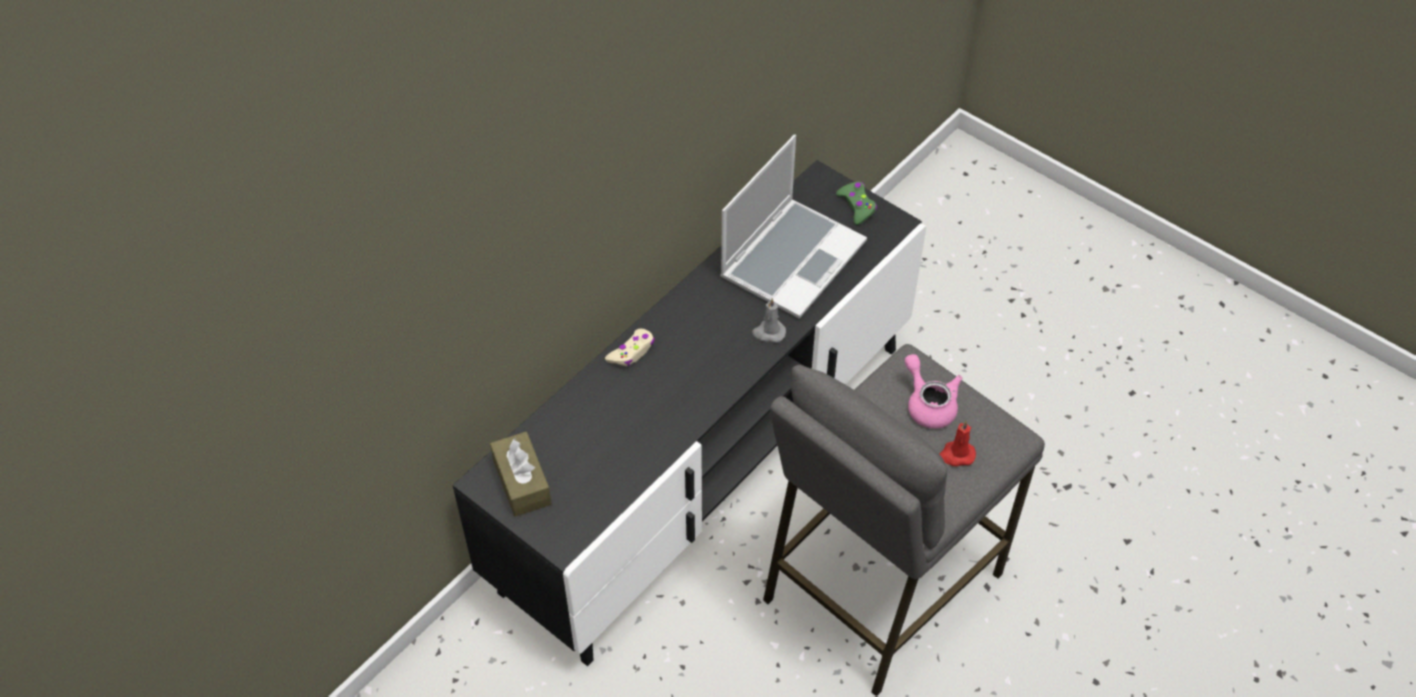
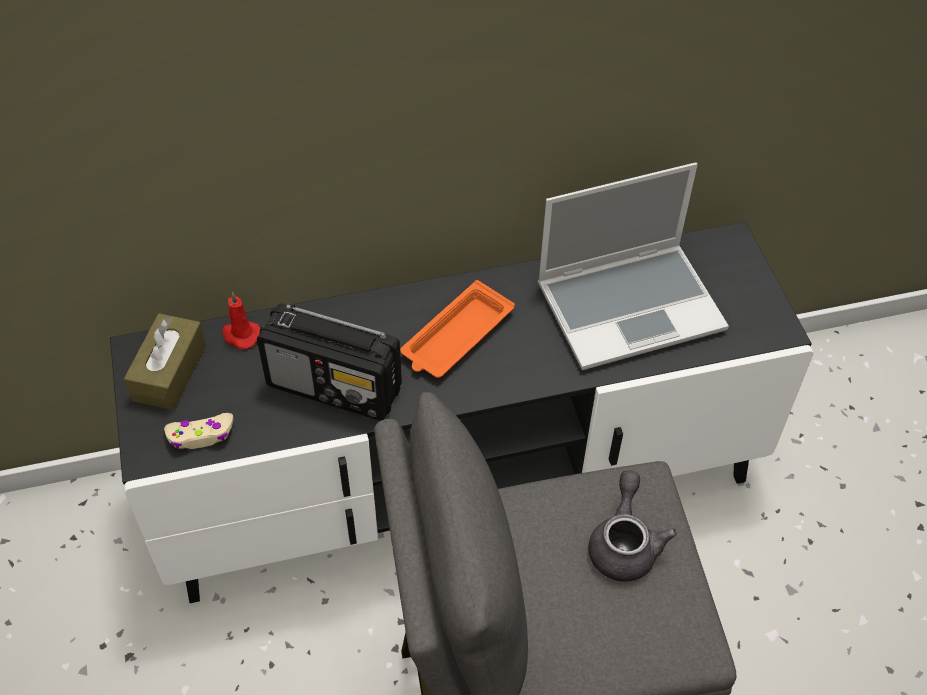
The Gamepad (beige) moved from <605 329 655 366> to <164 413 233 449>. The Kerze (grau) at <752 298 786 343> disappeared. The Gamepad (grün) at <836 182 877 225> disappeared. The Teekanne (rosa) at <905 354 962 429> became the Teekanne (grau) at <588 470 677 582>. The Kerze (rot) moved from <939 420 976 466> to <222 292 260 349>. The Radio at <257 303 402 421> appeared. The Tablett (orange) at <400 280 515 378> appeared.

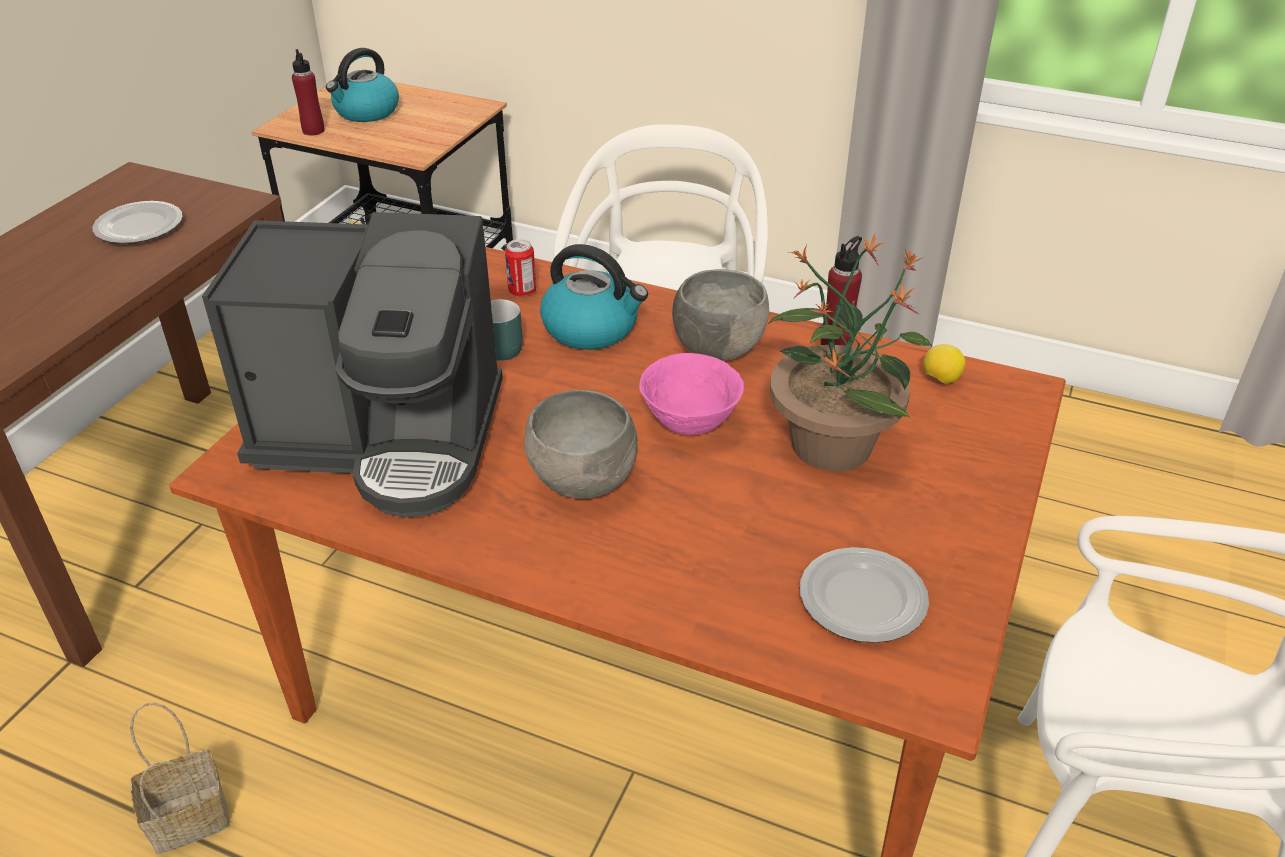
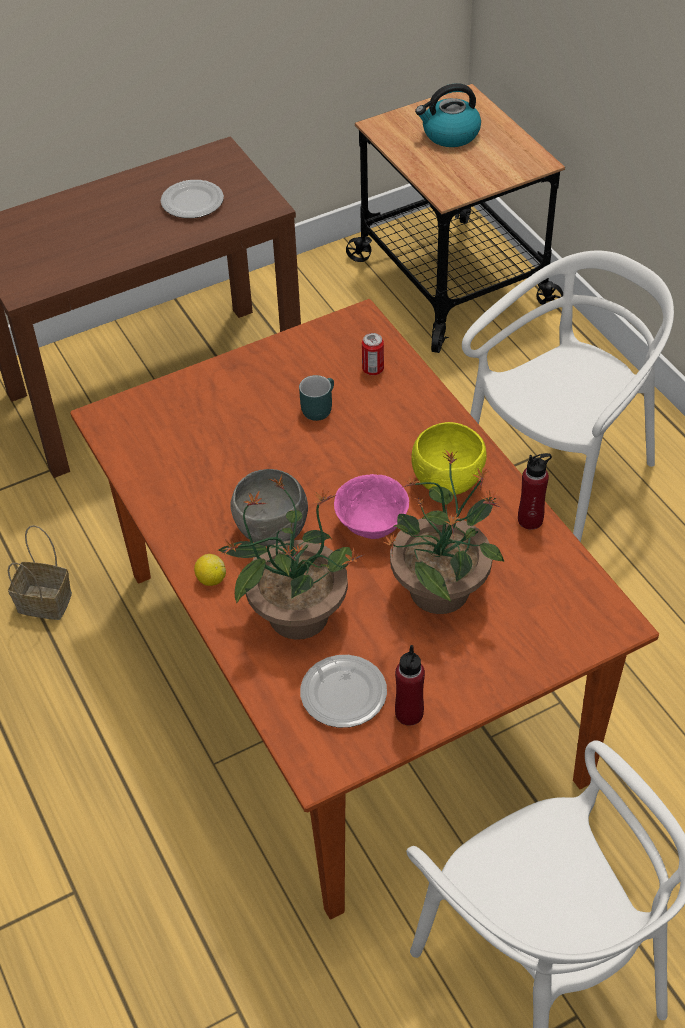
The Kaffeemaschine at <202 212 503 518> disappeared. The Flasche (rot) moved from <292 49 325 136> to <395 645 425 726>. The Wasserkessel at <540 244 648 350> disappeared. The Schüssel (grau) at <672 269 769 361> became the Schüssel (gelb) at <411 422 487 495>. The Zitrone moved from <924 344 965 384> to <194 554 226 586>. The Topfpflanze at <218 475 365 640> appeared.

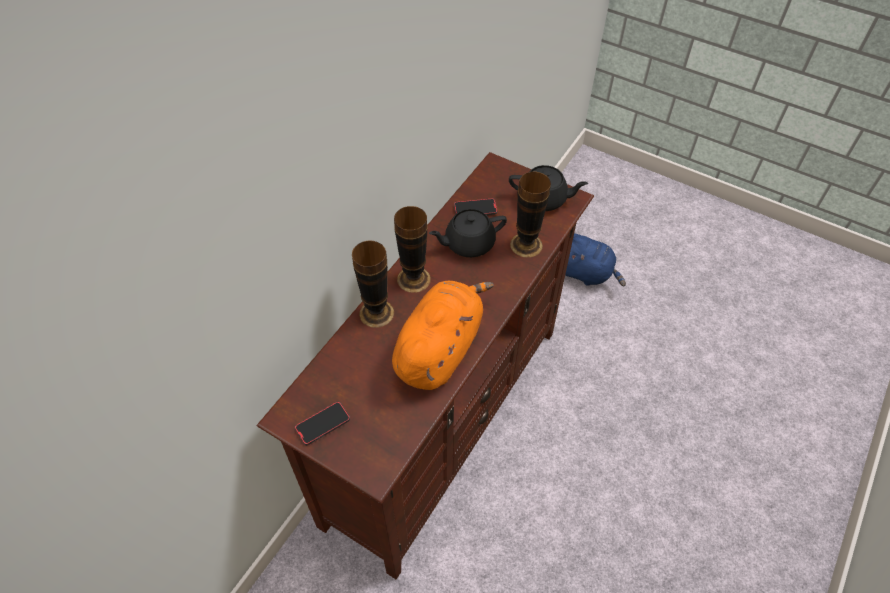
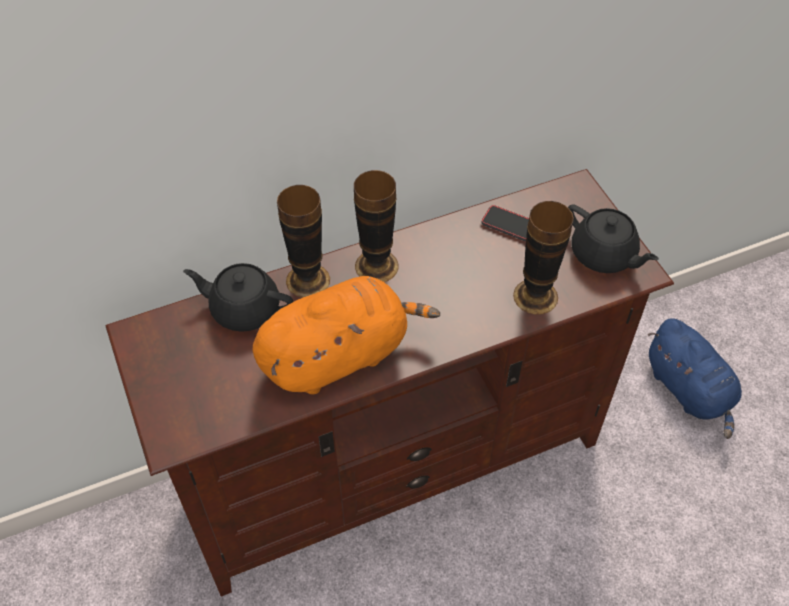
The Handy at <295 402 350 445> disappeared. The Teekanne (schwarz) moved from <429 209 507 257> to <183 263 293 332>.

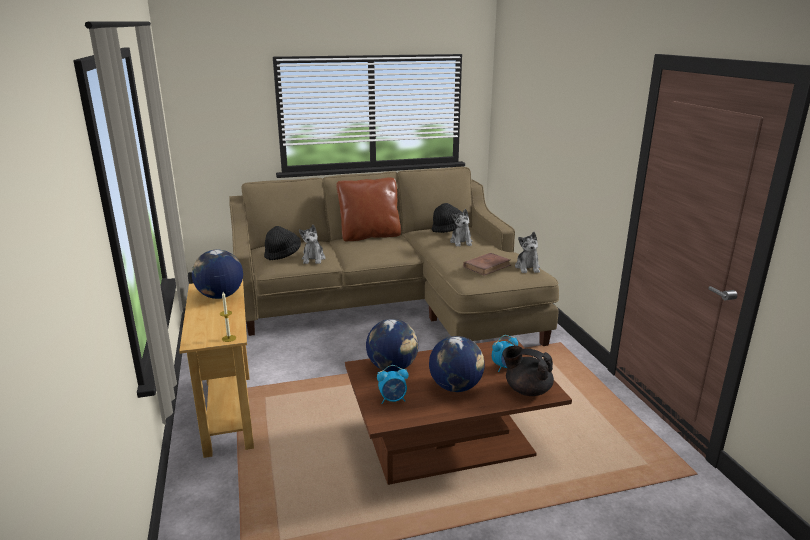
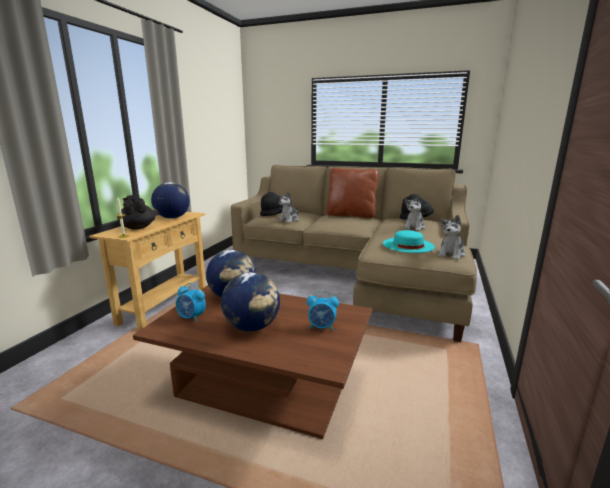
The Buch (braun) at <463 253 511 276> was replaced by the Hut (türkis) at <383 230 435 253>. The Teekanne (schwarz) moved from <502 346 554 396> to <118 195 155 230>.

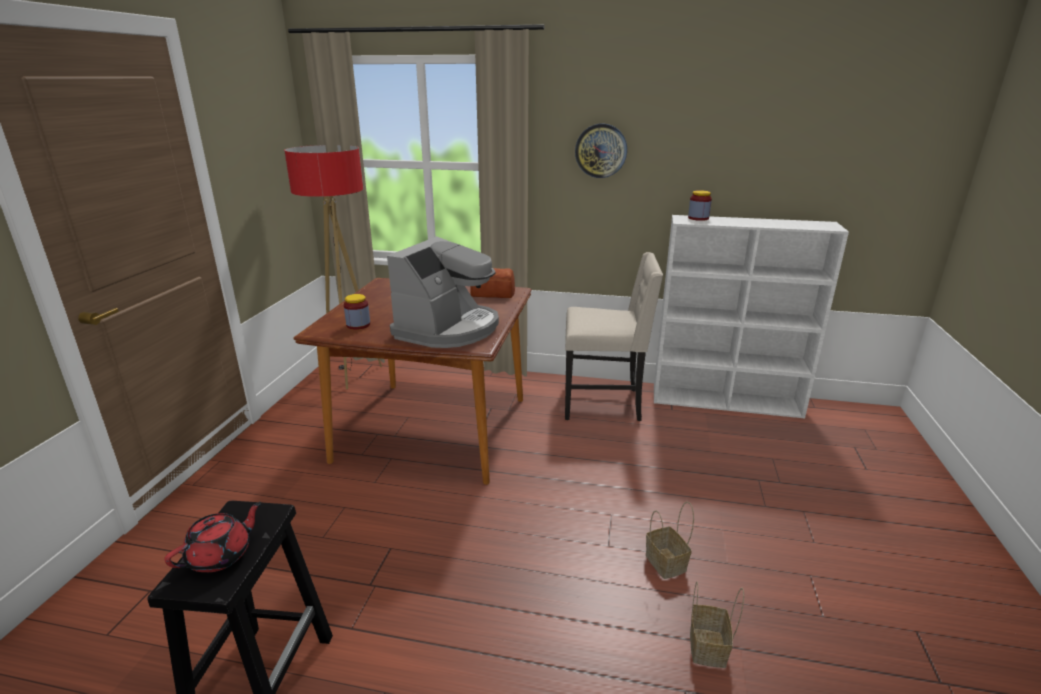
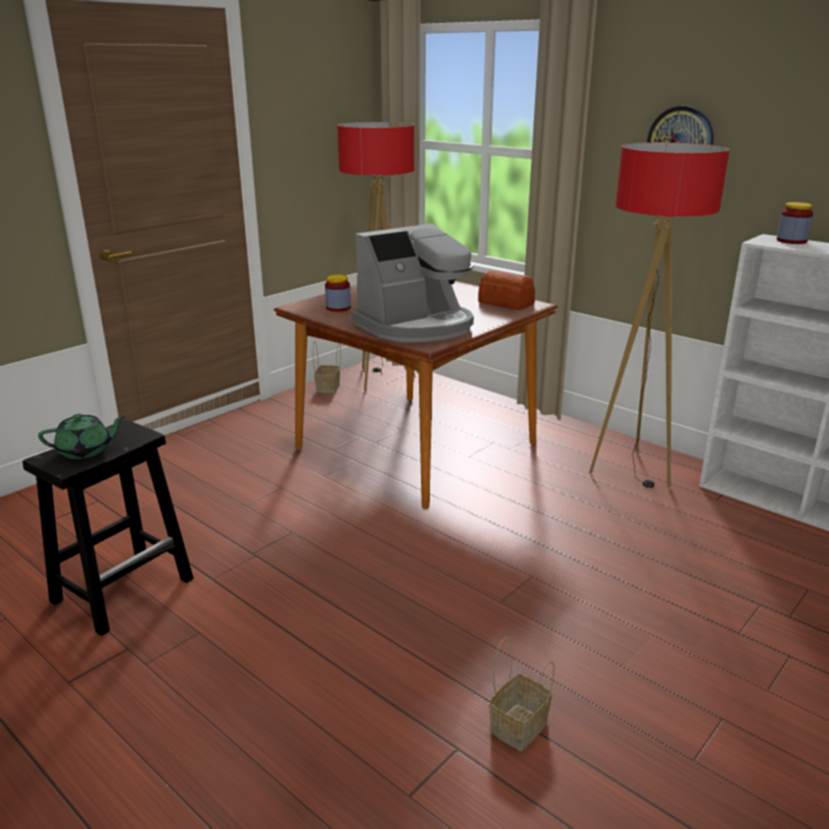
The Teekanne (rot) at <164 502 262 572> became the Teekanne (grün) at <38 414 126 459>. The Stuhl (beige) at <565 252 663 421> was replaced by the Stehlampe at <589 142 730 487>. The Korb moved from <646 501 694 579> to <313 341 341 393>.

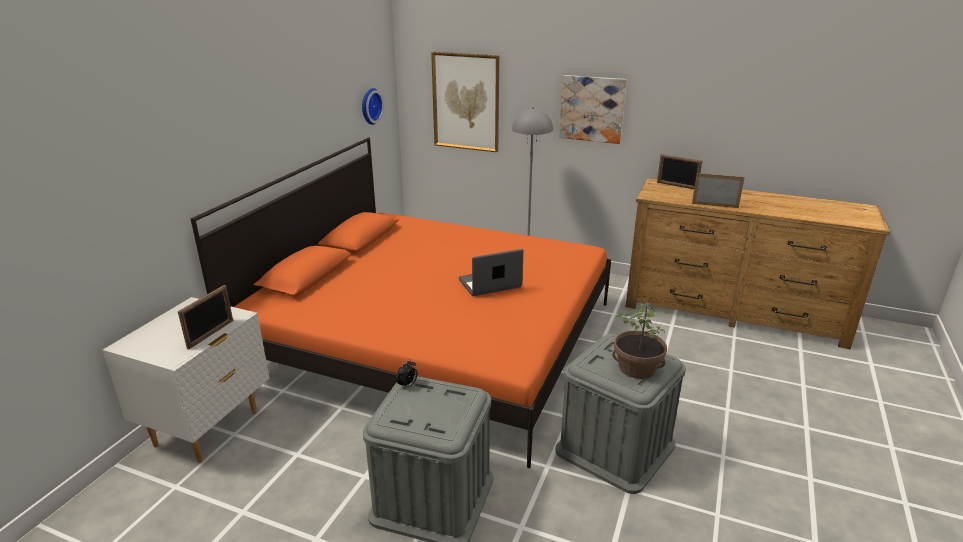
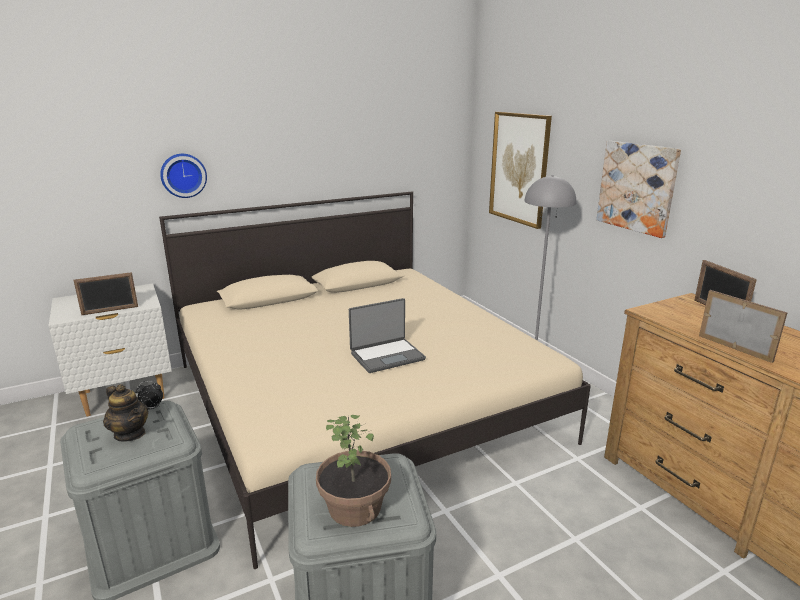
The Bett (orange) at <190 137 611 468> became the Bett (beige) at <159 191 591 569>. The Wanduhr moved from <362 88 384 125> to <160 154 207 198>. The Laptop at <459 249 524 296> turned 135 degrees clockwise. The Teekanne at <103 384 149 441> appeared.

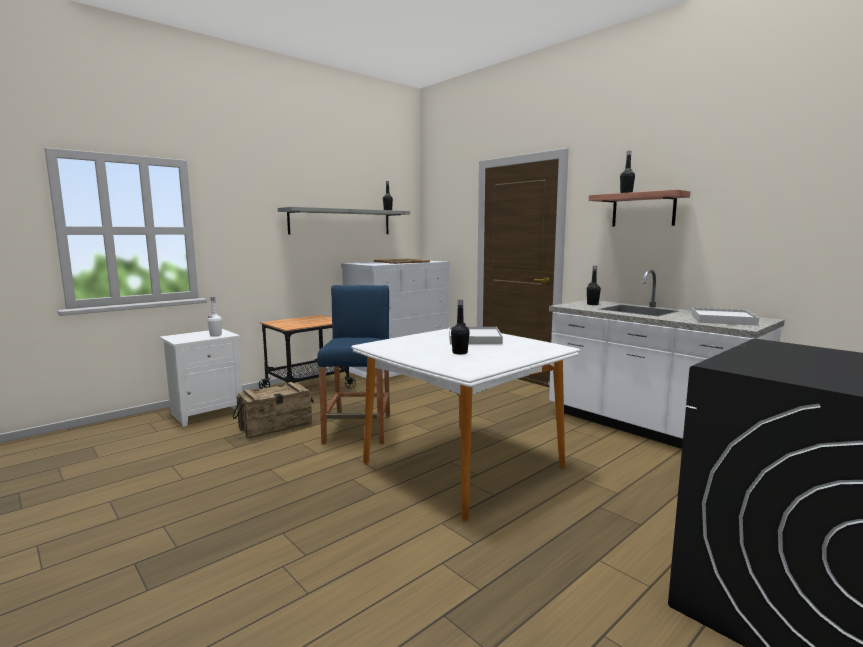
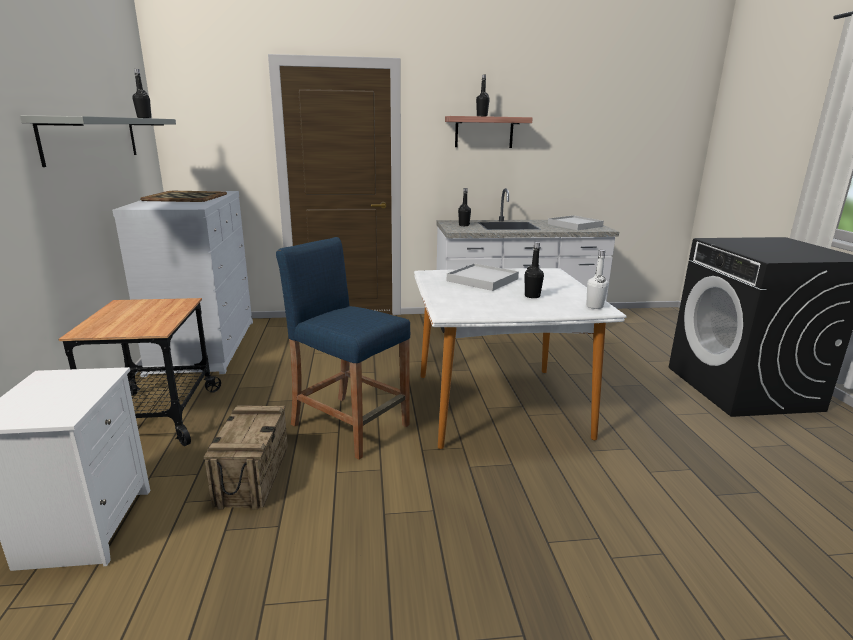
The Flasche (weiß) moved from <207 297 222 336> to <586 250 608 309>.

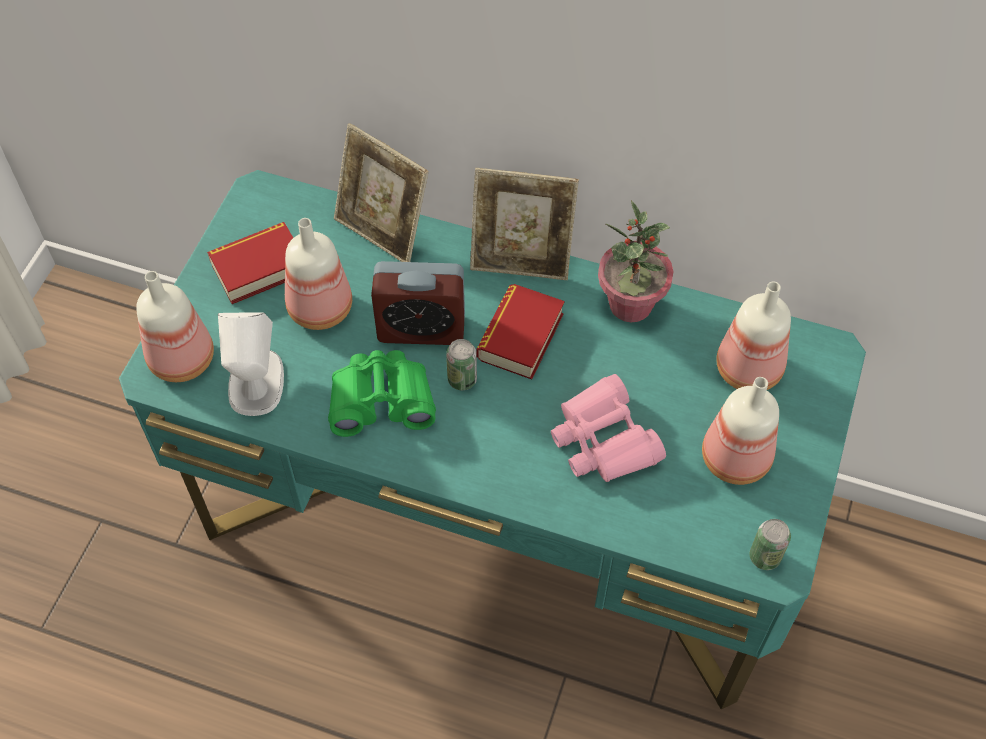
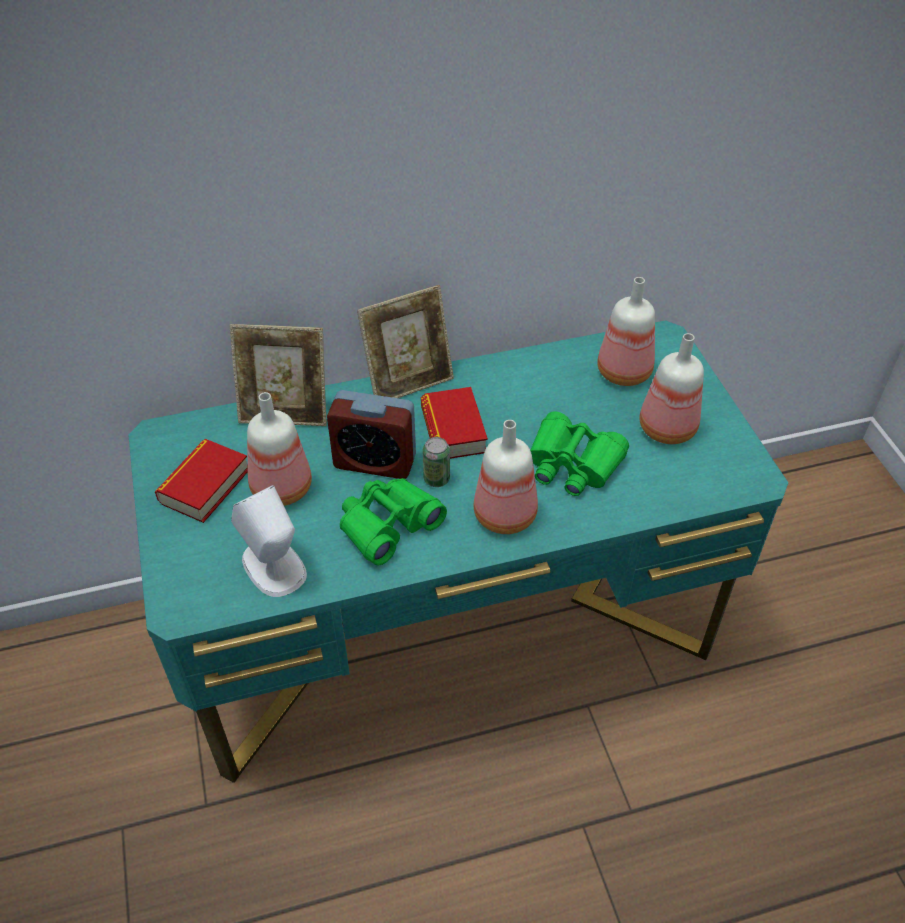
The Flasche moved from <136 271 214 382> to <474 420 538 534>. The Wecker at <371 261 465 345> turned 45 degrees clockwise. The Fernglas (rosa) at <551 374 666 482> became the Fernglas (grün) at <530 411 629 496>. The Topfpflanze at <598 200 674 322> disappeared. The Dose at <750 519 791 570> disappeared.

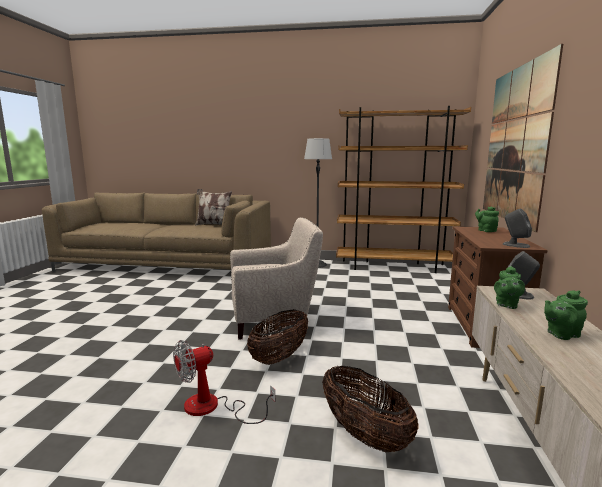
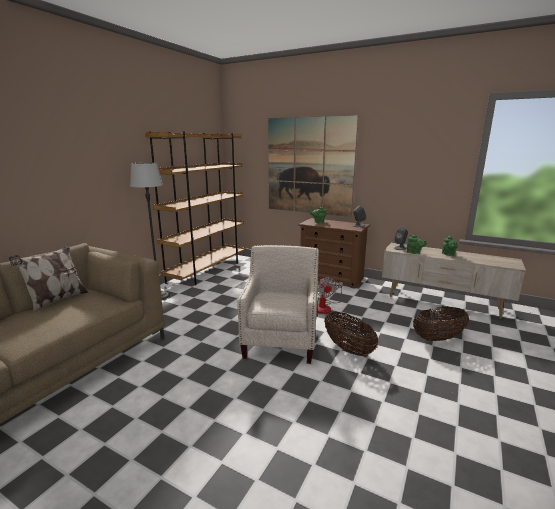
The Ventilator moved from <173 340 275 424> to <317 277 343 314>.

